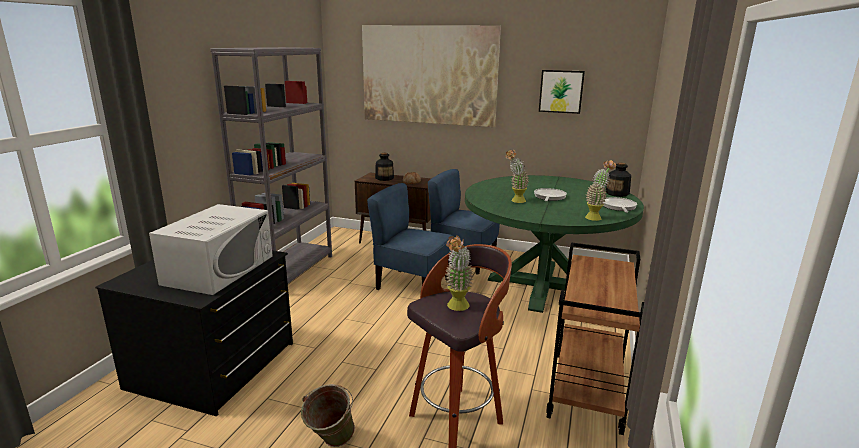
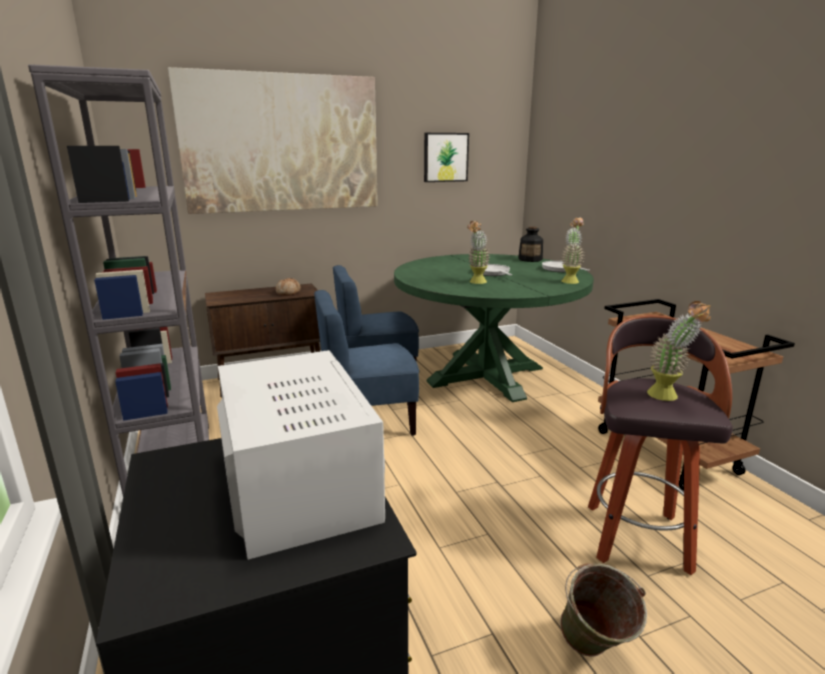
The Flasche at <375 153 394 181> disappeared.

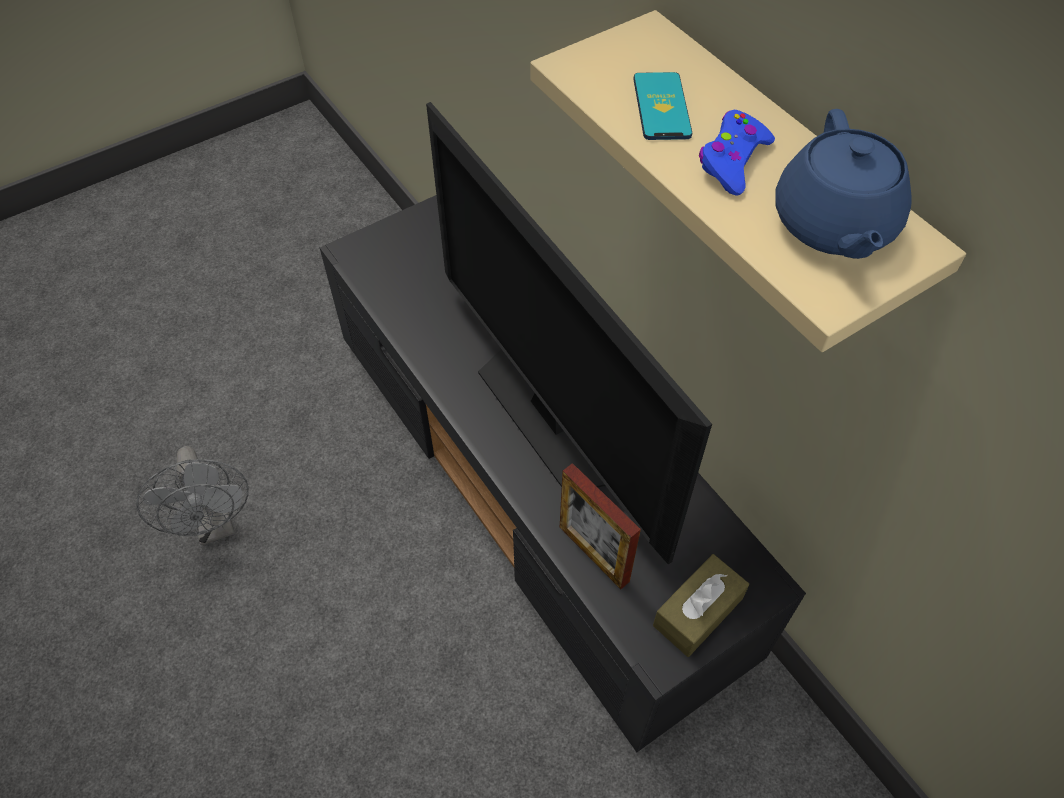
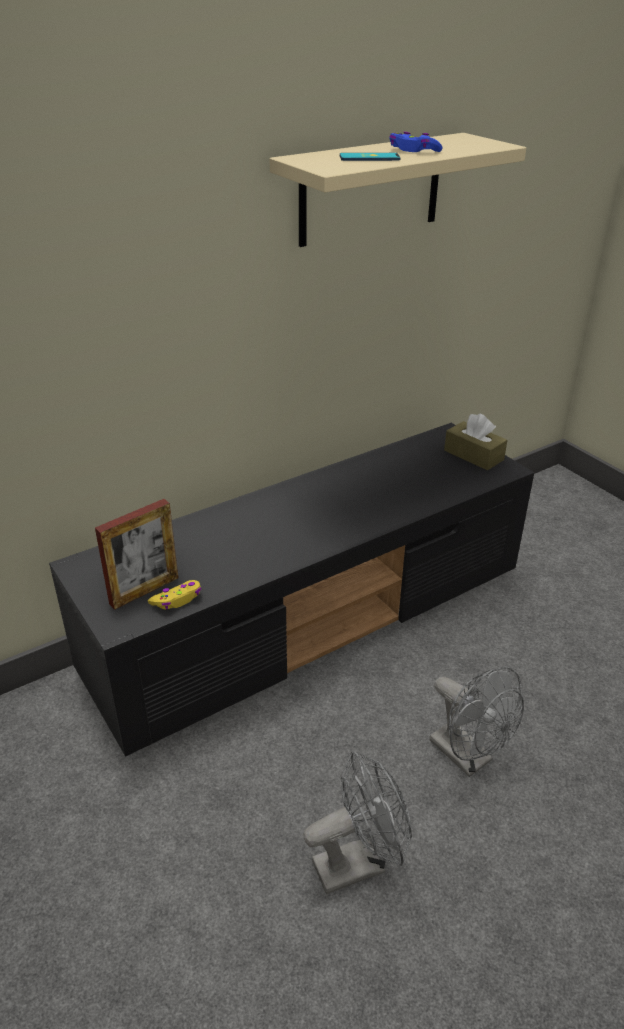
The Fernseher at <426 102 712 564> disappeared. The Bilderrahmen moved from <560 463 641 589> to <95 499 178 610>. The Teekanne (blau) at <775 109 912 259> disappeared. The Gamepad (gelb) at <148 580 201 610> appeared. The Ventilator (grau) at <430 666 524 777> appeared.

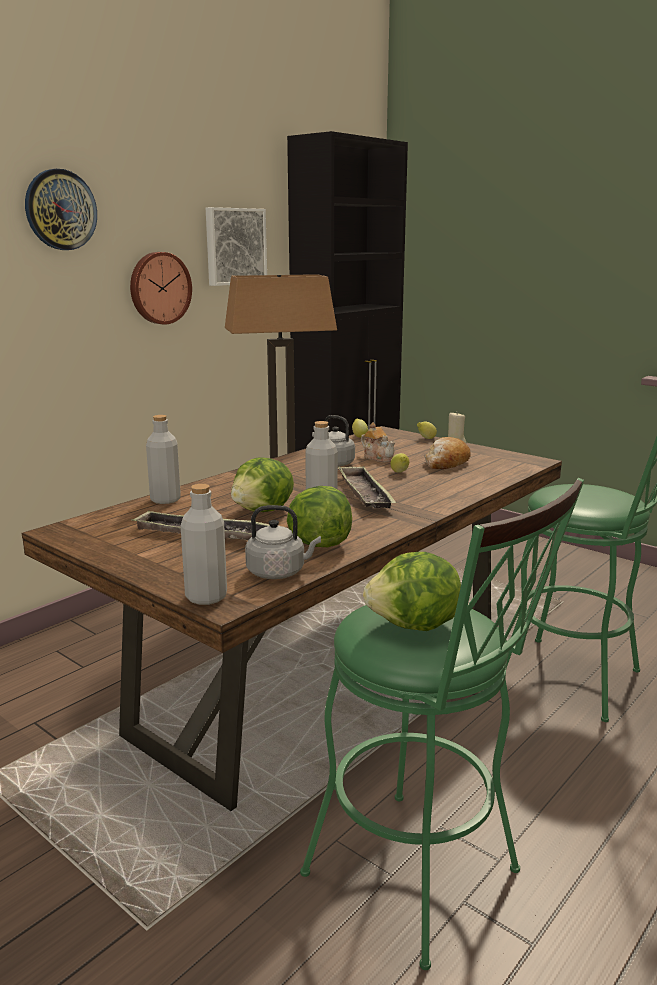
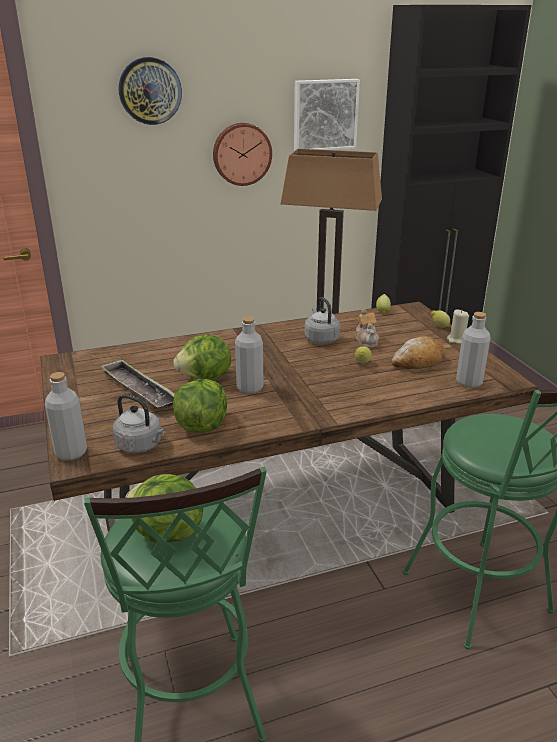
The Flasche (grau) moved from <146 415 181 504> to <456 312 491 388>. The Tablett at <338 466 396 508> disappeared.

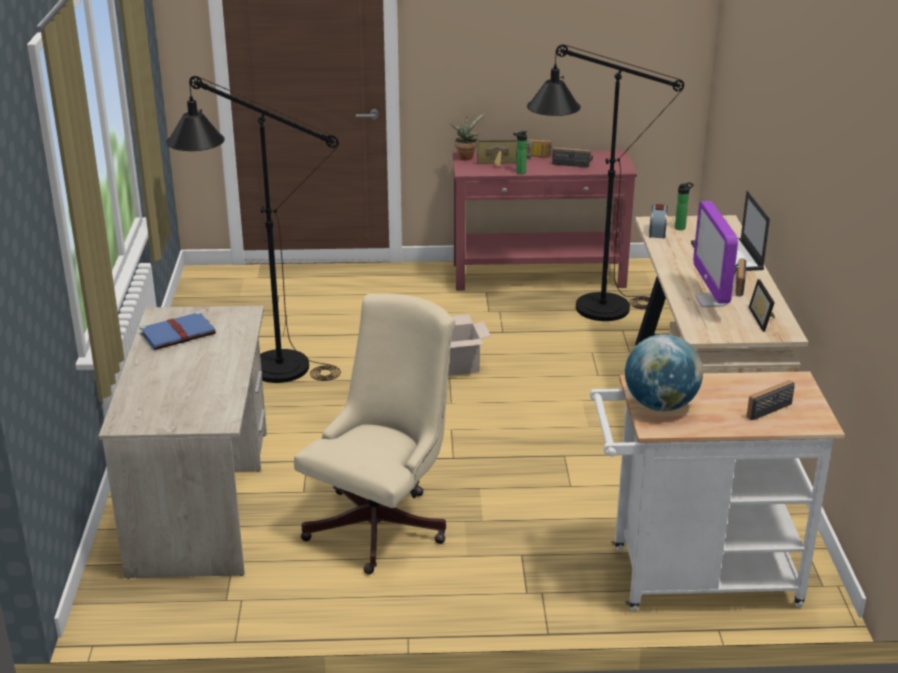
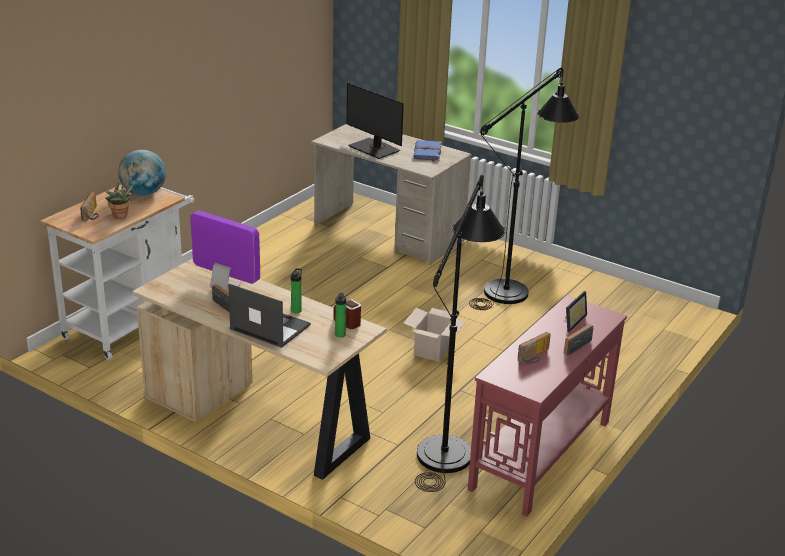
The Bürostuhl (beige) at <294 294 456 574> disappeared. The Topfpflanze moved from <450 113 485 160> to <105 183 134 219>. The Flasche moved from <513 131 527 174> to <291 268 302 313>. The Bilderrahmen at <749 279 775 332> disappeared. The Monitor at <347 83 404 159> appeared.

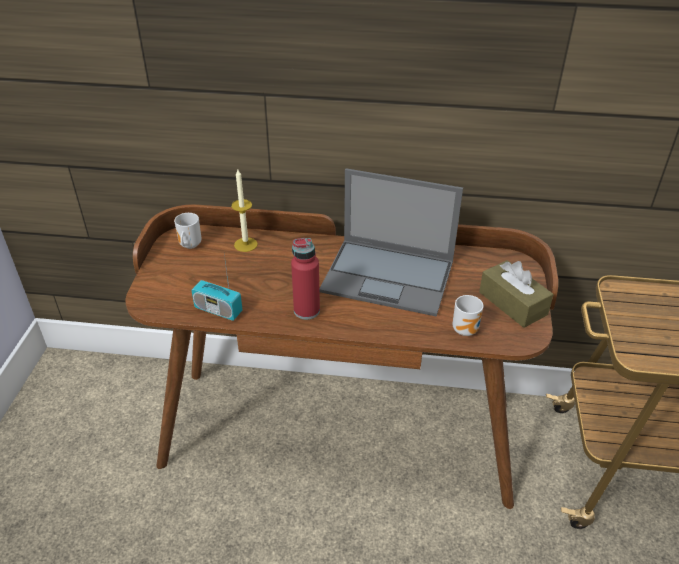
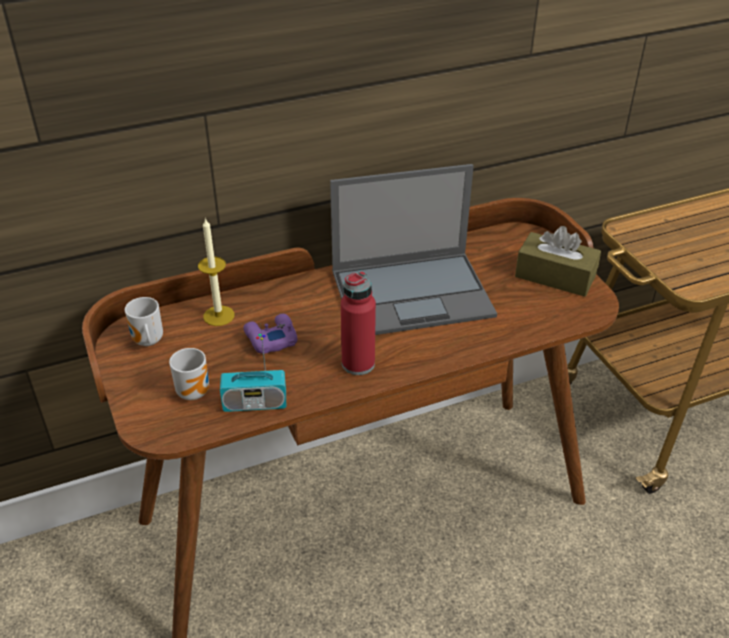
The Henkelbecher moved from <453 295 483 336> to <169 348 209 400>. The Gamepad (lila) at <243 314 297 354> appeared.

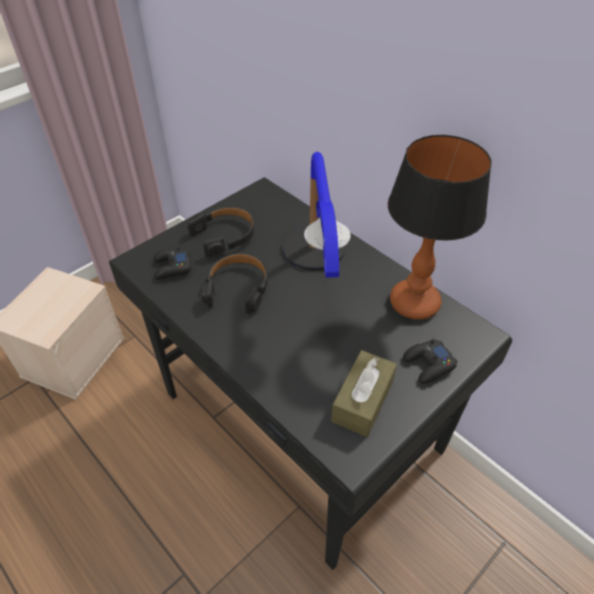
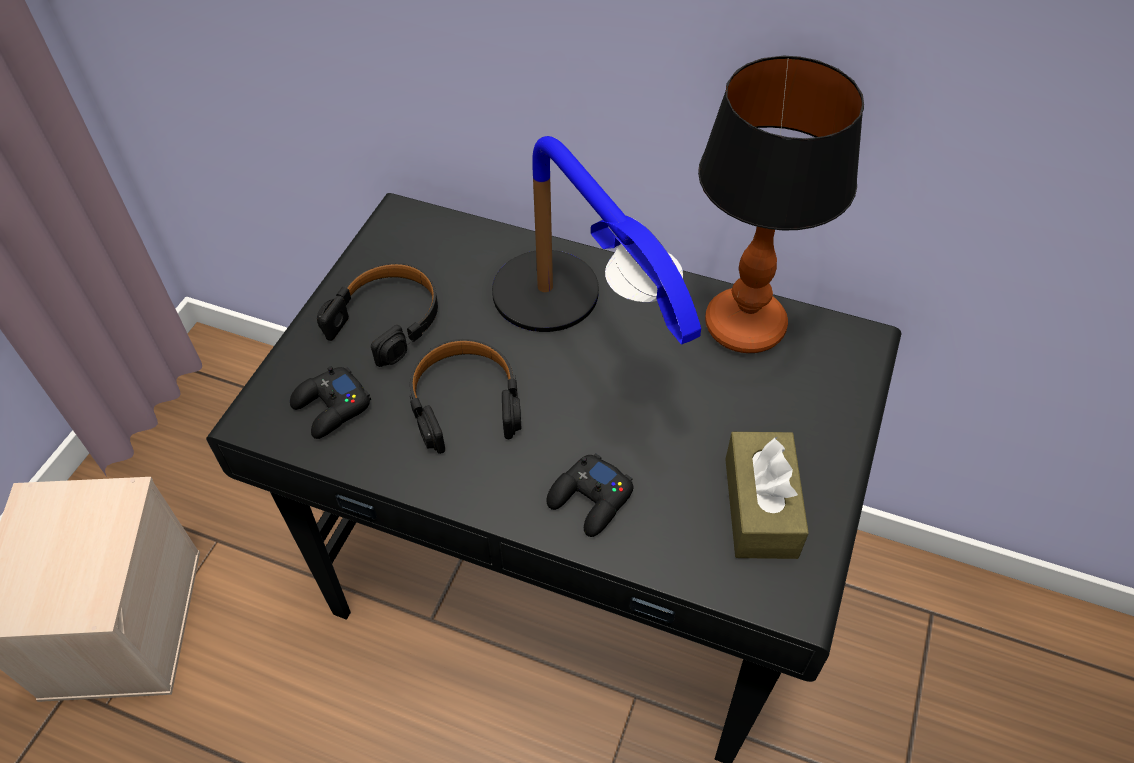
The Gamepad (schwarz) moved from <403 339 457 384> to <546 453 633 537>.

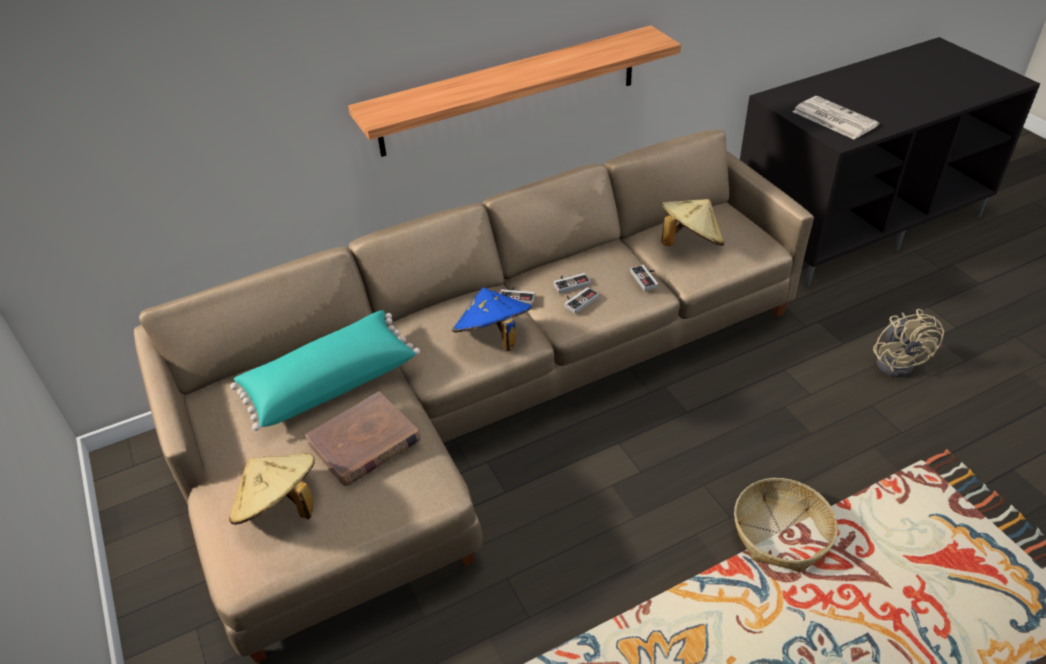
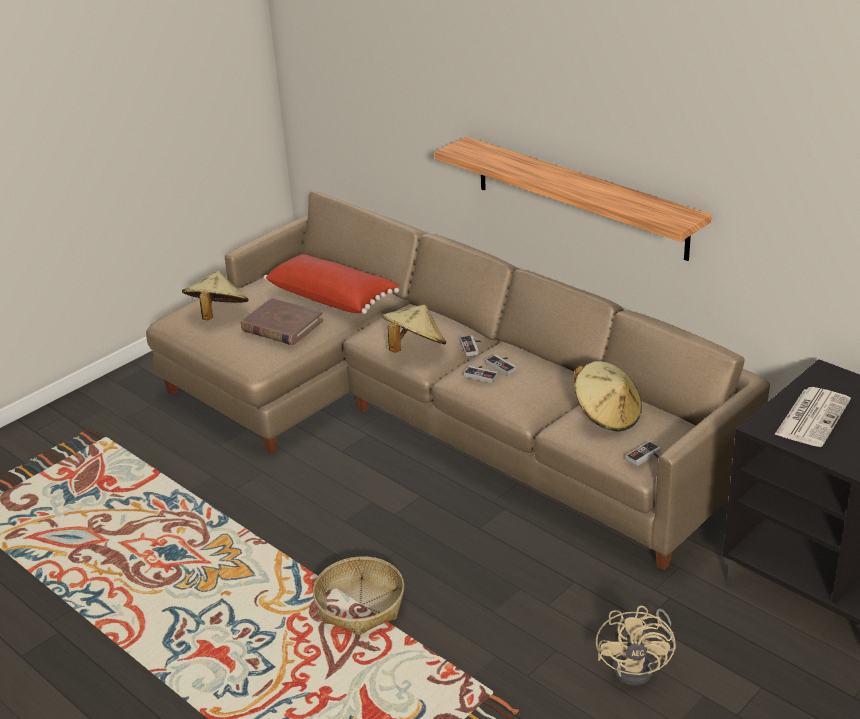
The Kissen (türkis) at <230 310 420 431> became the Kissen (rot) at <264 254 399 314>. The Hut (blau) at <452 288 532 351> became the Hut (beige) at <382 305 446 353>. The Gamepad moved from <630 265 658 291> to <626 441 661 466>. The Ventilator (beige) at <873 309 944 377> turned 60 degrees counterclockwise.

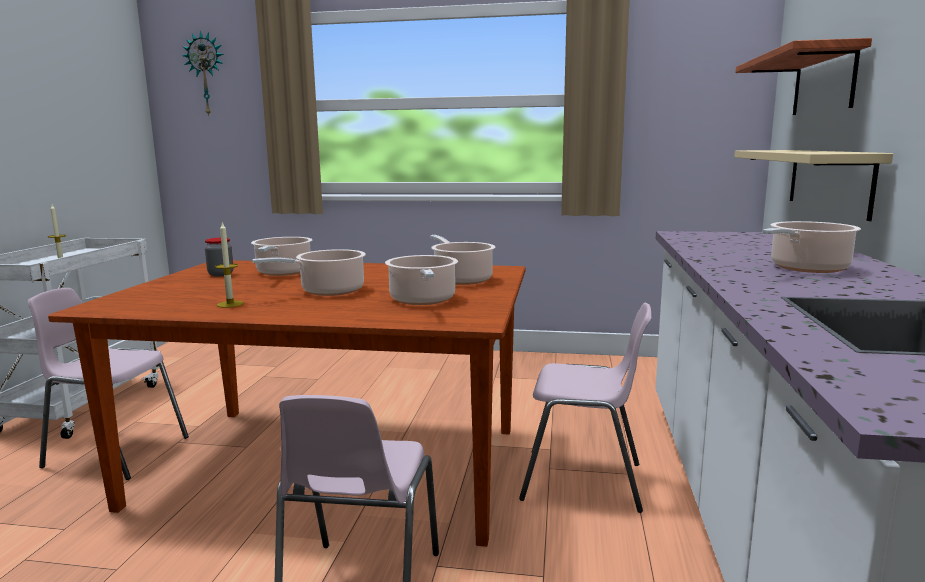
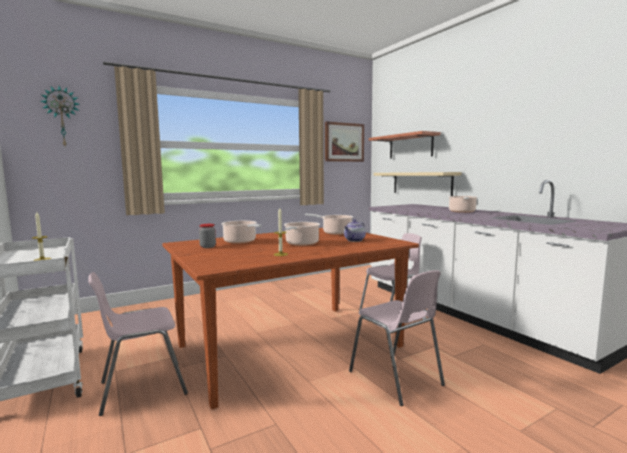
The Kochtopf at <385 255 458 305> was replaced by the Teekanne at <344 219 366 242>. The Bild at <325 121 364 162> appeared.

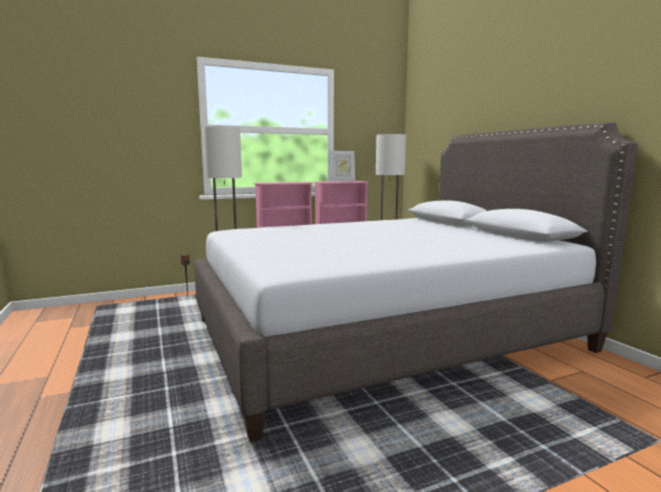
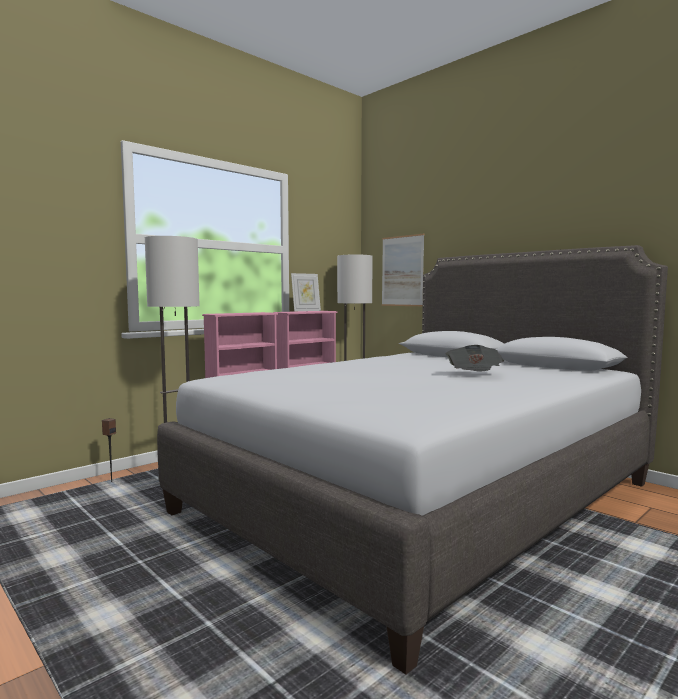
The Bild at <382 234 424 306> appeared. The Zeitung at <446 345 504 371> appeared.

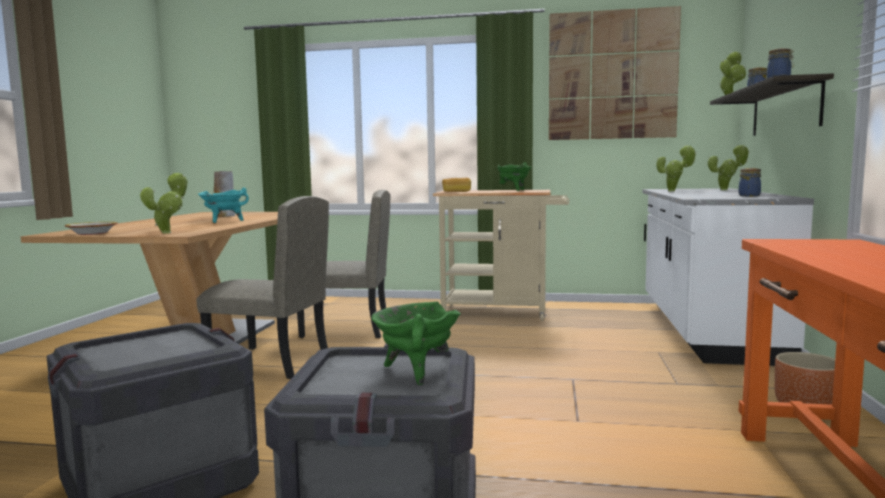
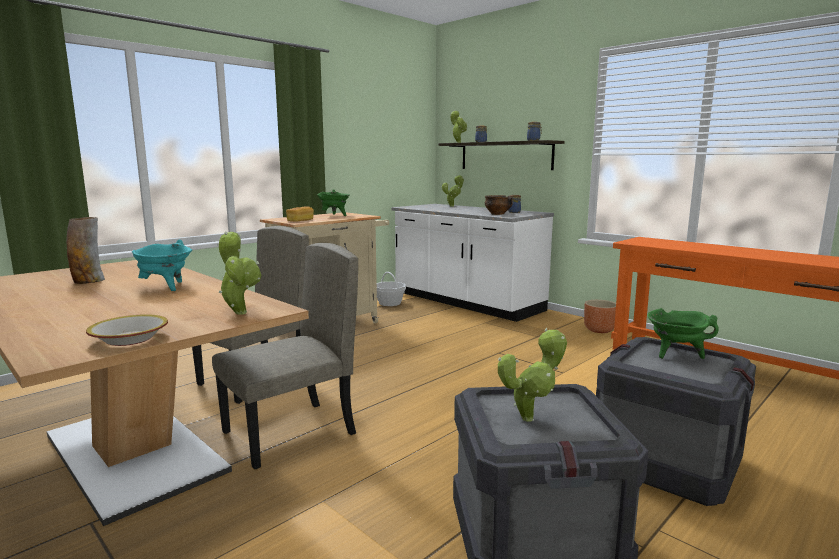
The Bild at <549 6 681 140> disappeared. The Topfpflanze moved from <656 145 697 191> to <498 328 567 421>. The Korb at <377 272 406 306> appeared. The Schüssel at <485 195 513 215> appeared.

